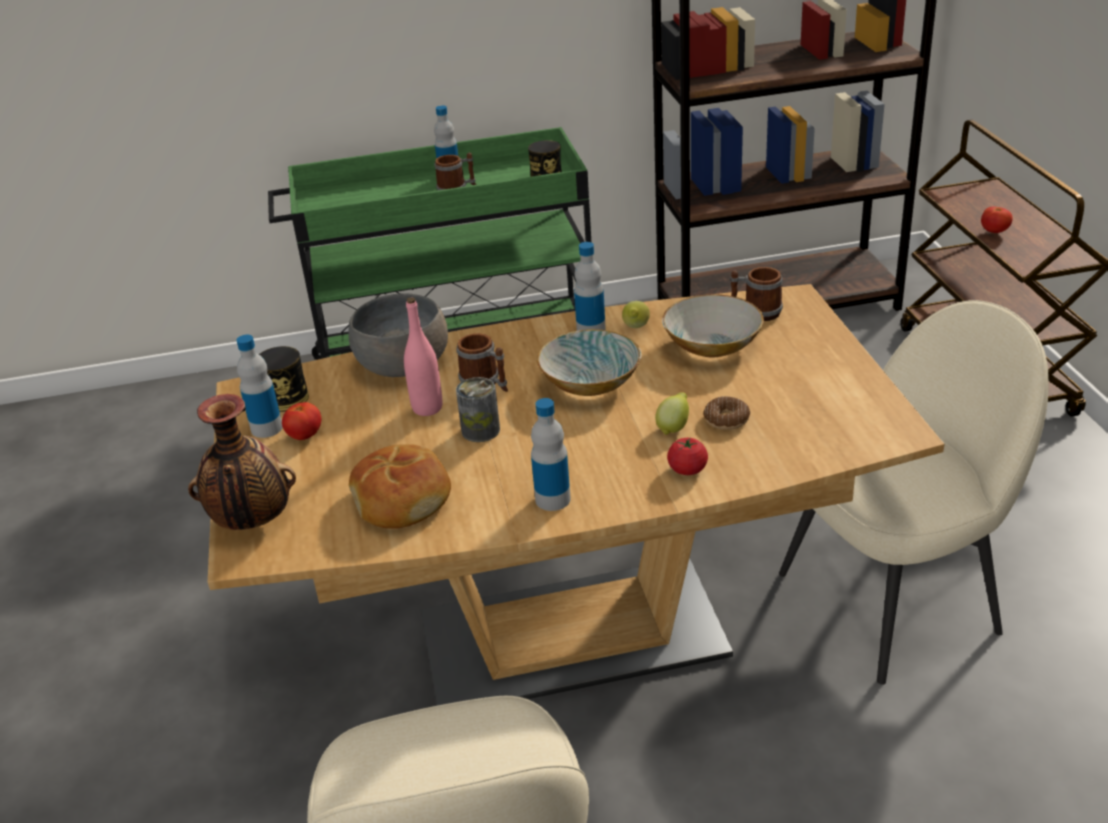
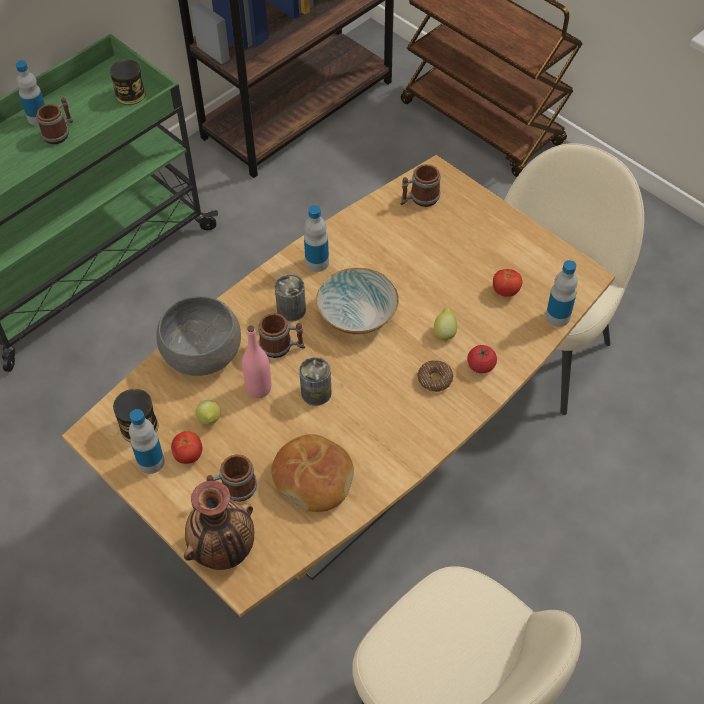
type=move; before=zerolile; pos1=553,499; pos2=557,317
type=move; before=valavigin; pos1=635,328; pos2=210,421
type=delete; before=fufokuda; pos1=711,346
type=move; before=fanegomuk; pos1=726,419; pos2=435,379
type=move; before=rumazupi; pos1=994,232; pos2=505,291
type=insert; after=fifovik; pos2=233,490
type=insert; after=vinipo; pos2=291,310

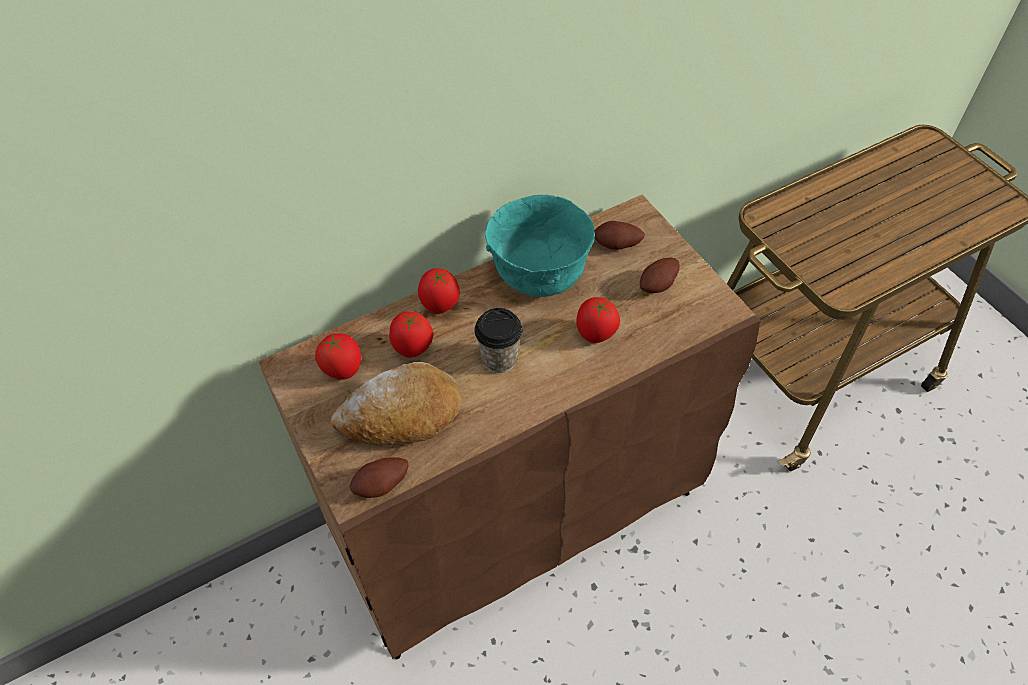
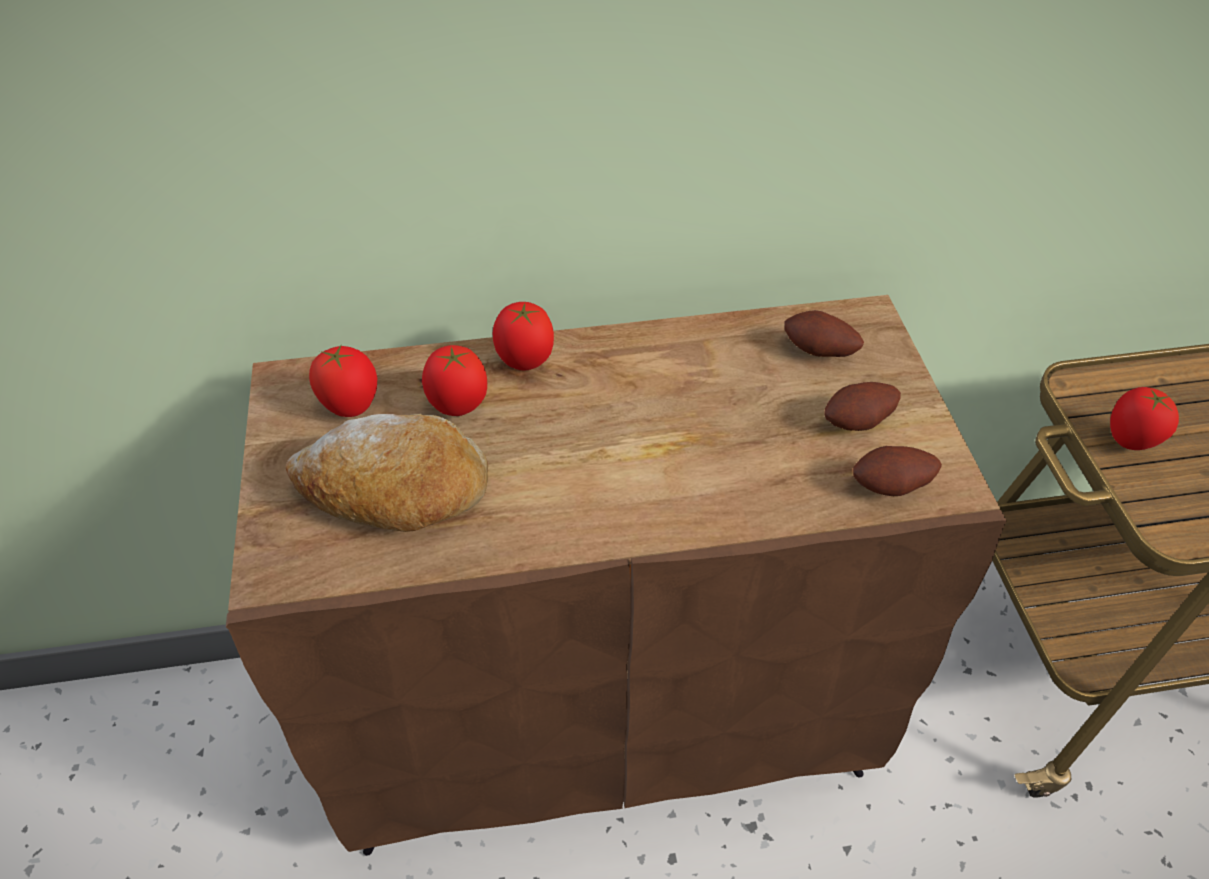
type=move; before=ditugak; pos1=382,486; pos2=892,487
type=delete; before=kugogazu; pos1=499,358
type=delete; before=fufokuda (turquoise); pos1=539,277
type=move; before=rumazupi; pos1=595,335; pos2=1129,441

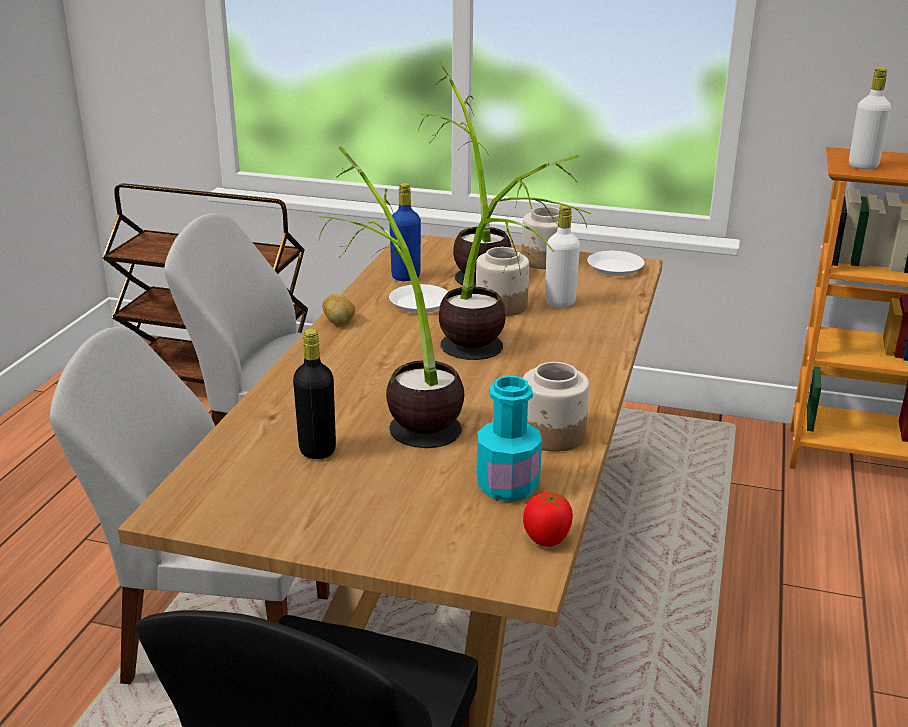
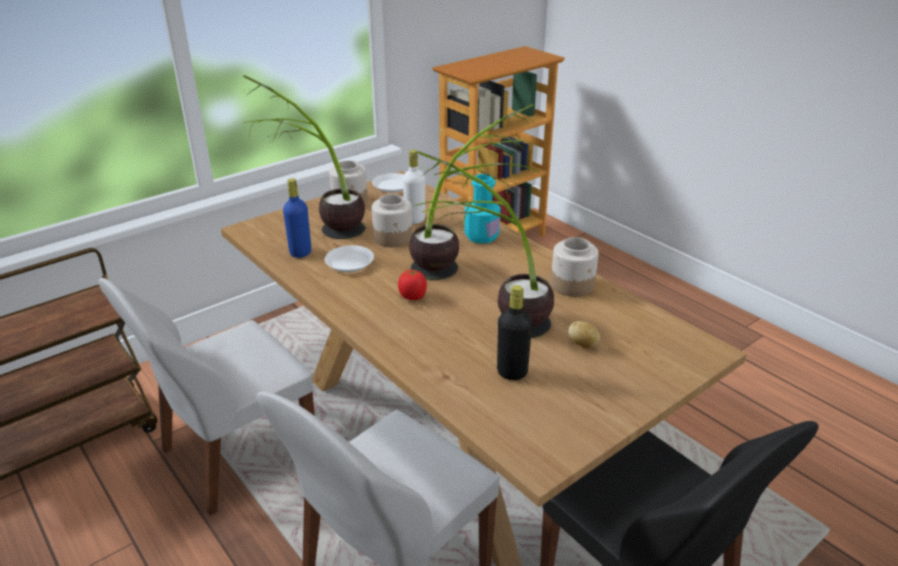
type=move; before=ditugak; pos1=339,322; pos2=583,345
type=move; before=zerolile (turquoise); pos1=507,486; pos2=481,236
type=move; before=rumazupi; pos1=546,539; pos2=413,296
type=delete; before=zerolile (white); pos1=863,166

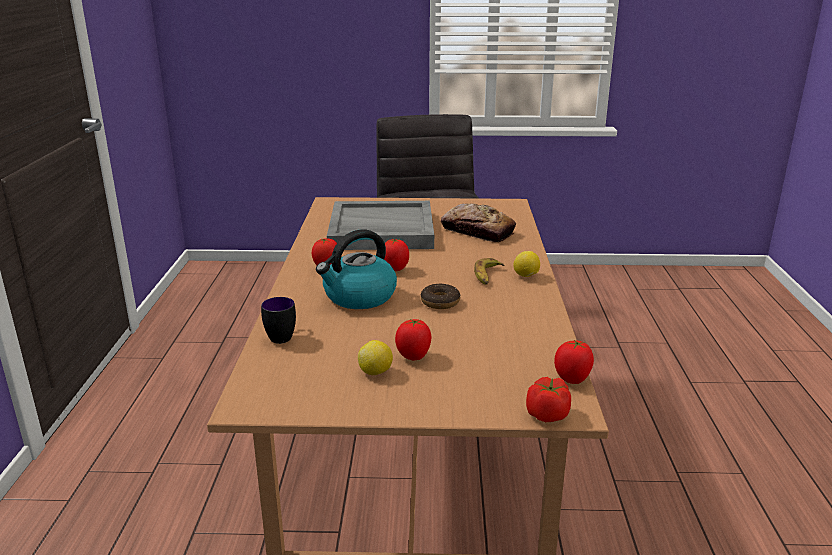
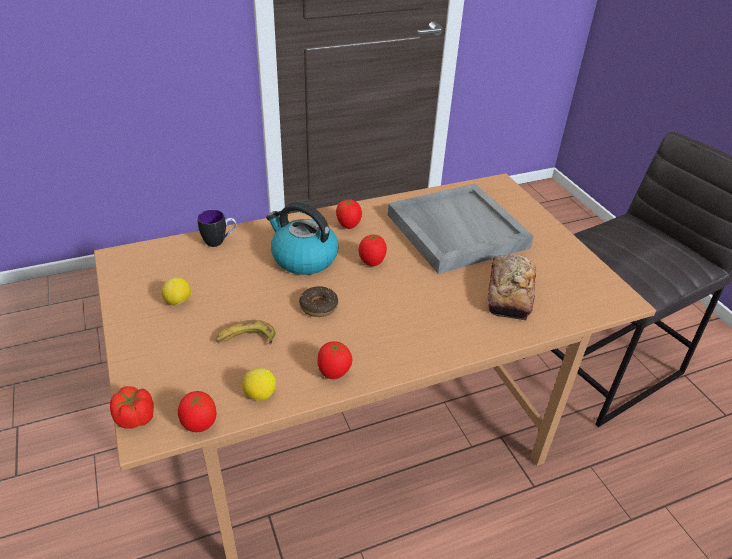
type=move; before=rumazupi; pos1=413,357; pos2=334,373
type=move; before=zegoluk; pos1=487,276; pos2=246,339
type=move; before=valavigin; pos1=526,276; pos2=260,395

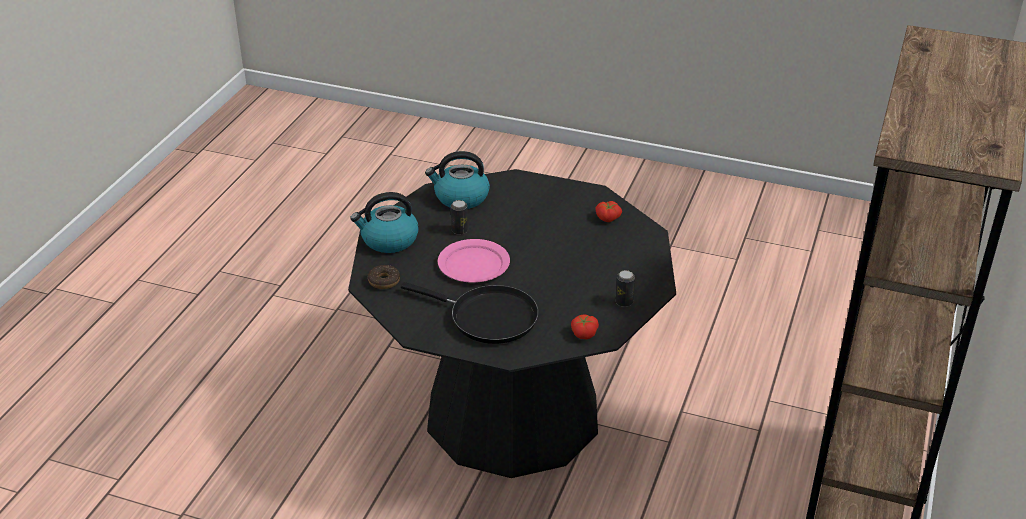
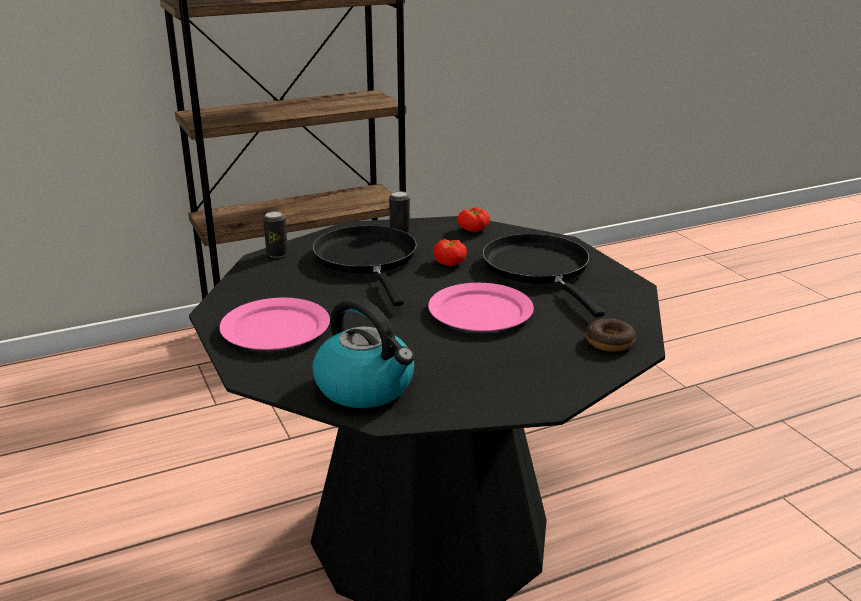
type=delete; before=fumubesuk; pos1=388,240
type=move; before=vinipo; pos1=459,230; pos2=277,254
type=move; before=rumazupi; pos1=607,219; pos2=451,263
type=insert; after=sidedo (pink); pos2=274,329
type=insert; after=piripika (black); pos2=367,260

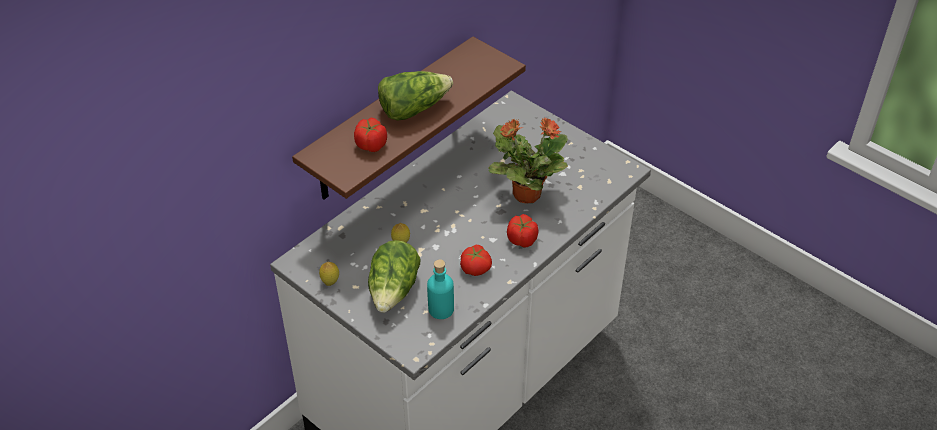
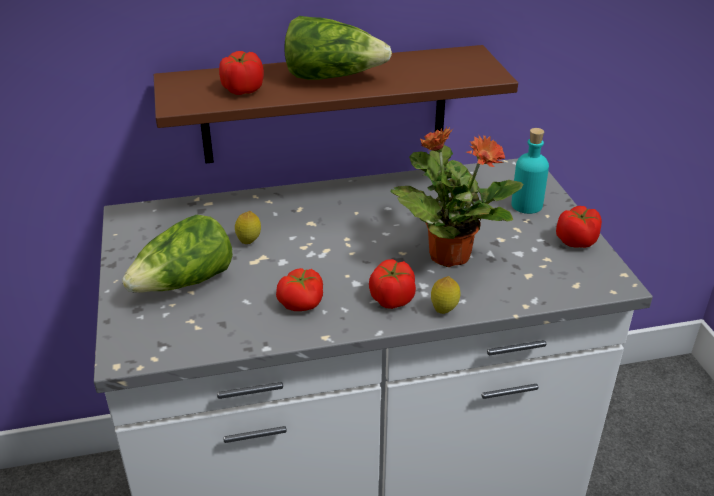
type=move; before=valavigin; pos1=330,282; pos2=444,311
type=move; before=zerolile (turquoise); pos1=441,309; pos2=526,205
type=insert; after=rumazupi; pos2=576,241

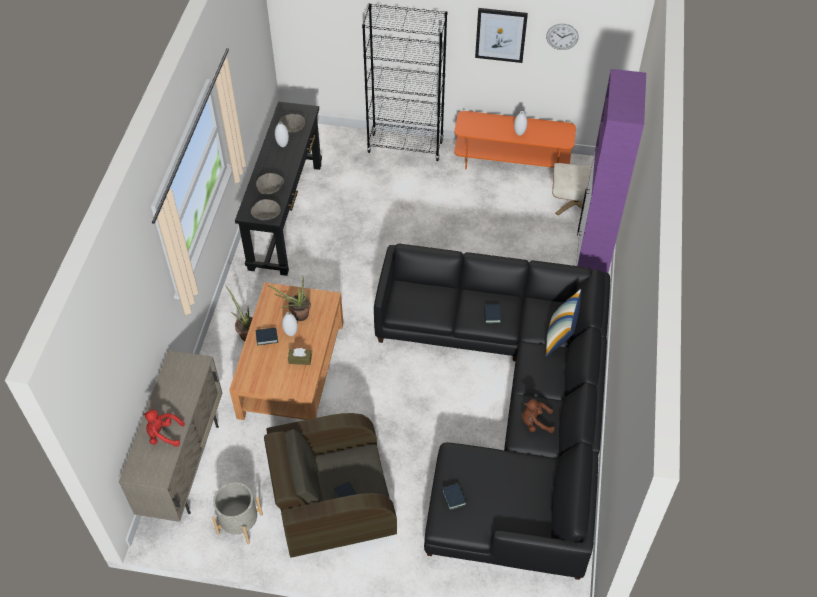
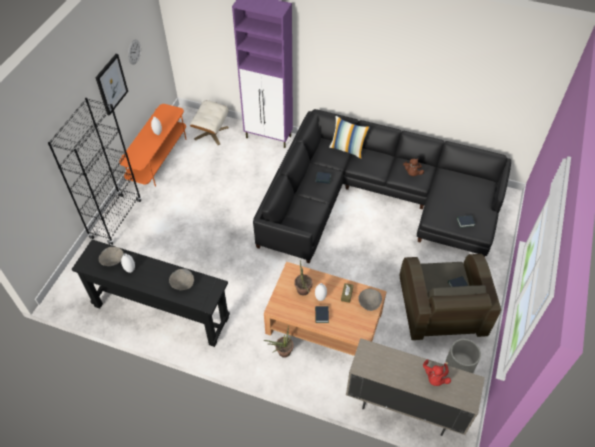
type=move; before=fufokuda (grey); pos1=266,216; pos2=369,303

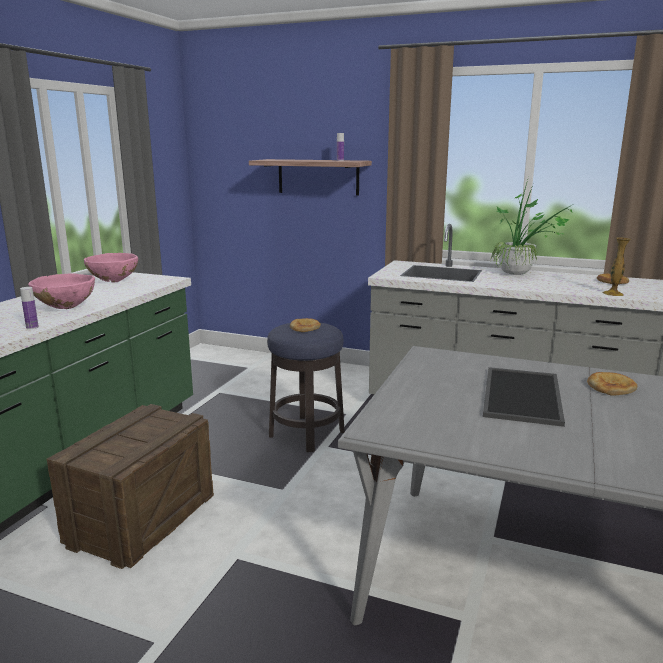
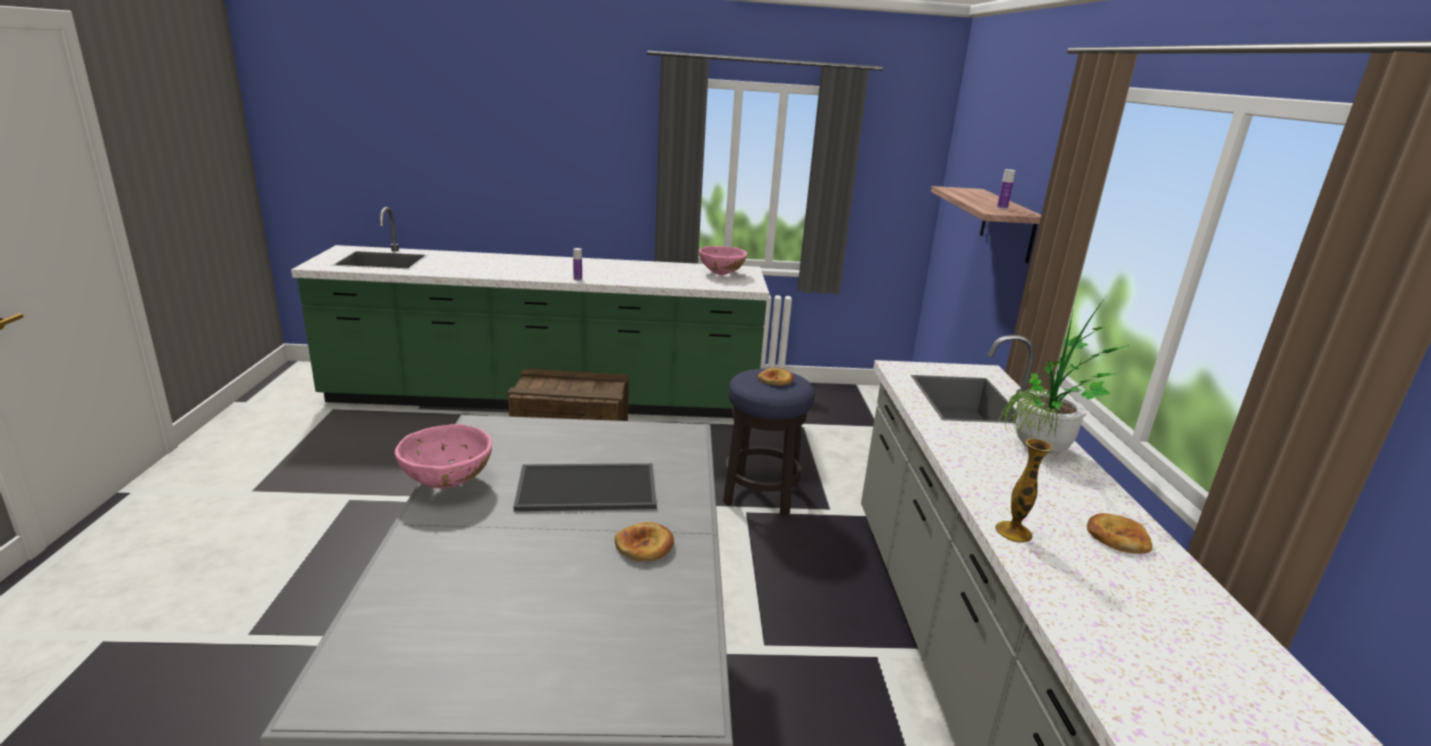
type=move; before=fufokuda (pink); pos1=66,308; pos2=448,482

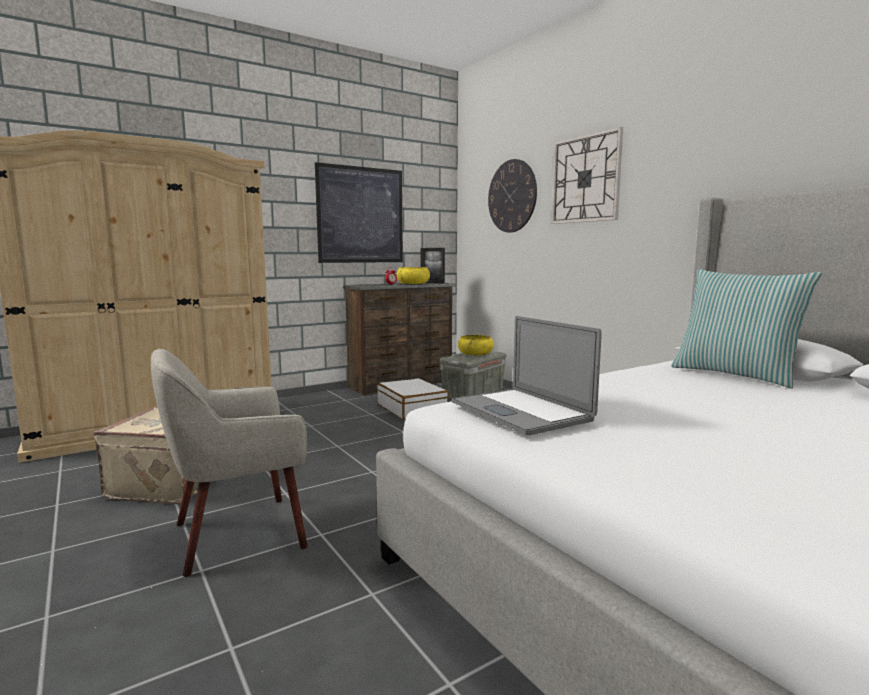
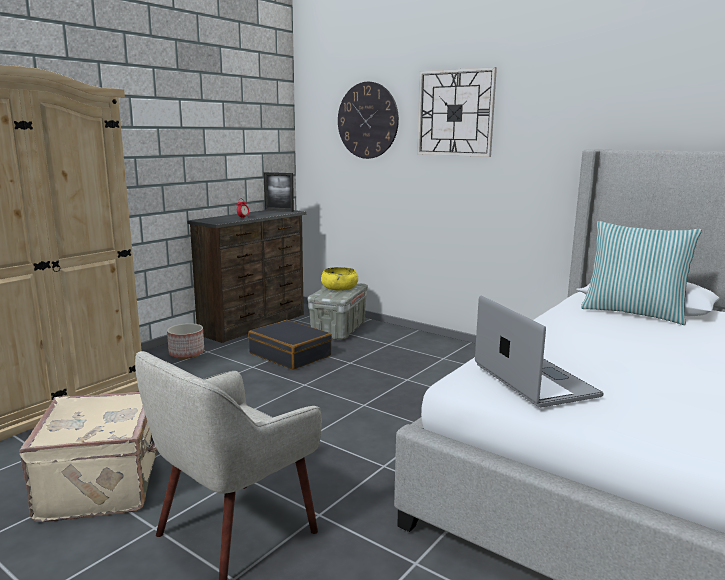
type=delete; before=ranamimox; pos1=360,215
type=recolor; before=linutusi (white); after=linutusi (black); pos1=412,409; pos2=290,355
type=delete; before=fufokuda (yellow); pos1=413,283
type=rotate; before=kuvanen; pos1=520,411; pos2=534,380; turn=-150
type=insert; after=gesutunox; pos2=187,353

